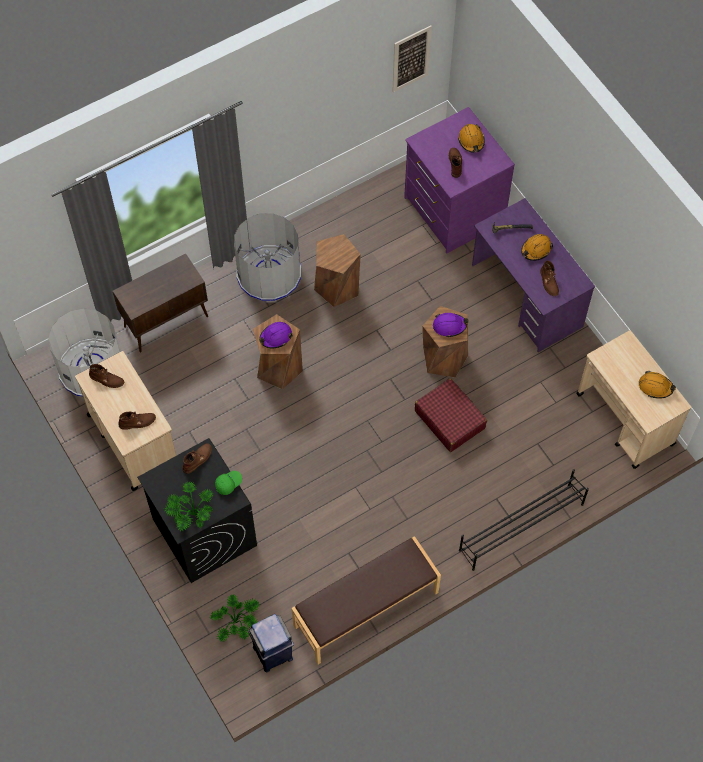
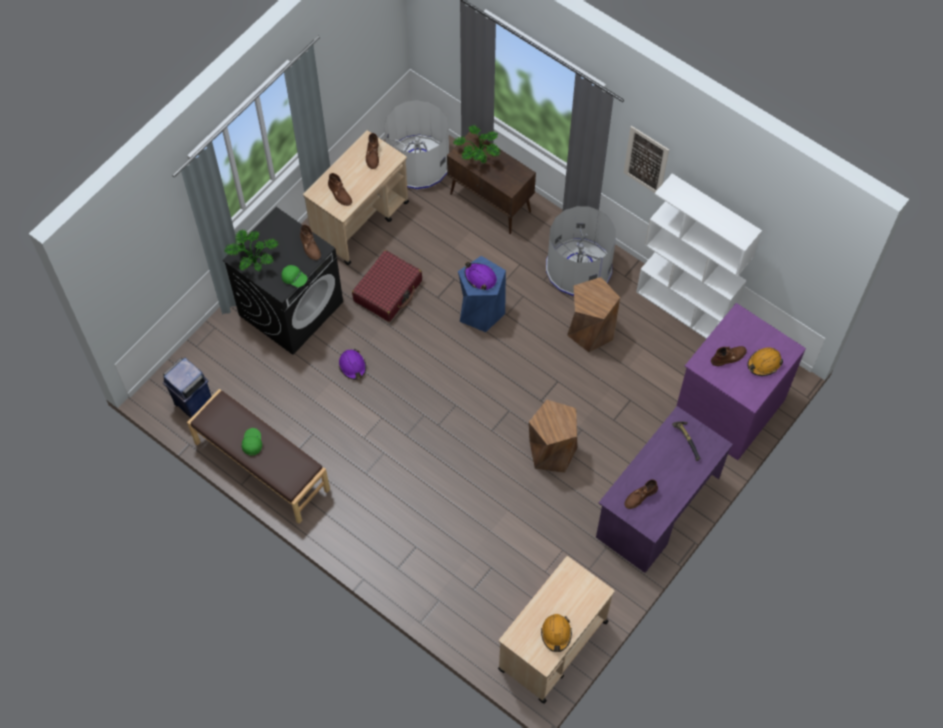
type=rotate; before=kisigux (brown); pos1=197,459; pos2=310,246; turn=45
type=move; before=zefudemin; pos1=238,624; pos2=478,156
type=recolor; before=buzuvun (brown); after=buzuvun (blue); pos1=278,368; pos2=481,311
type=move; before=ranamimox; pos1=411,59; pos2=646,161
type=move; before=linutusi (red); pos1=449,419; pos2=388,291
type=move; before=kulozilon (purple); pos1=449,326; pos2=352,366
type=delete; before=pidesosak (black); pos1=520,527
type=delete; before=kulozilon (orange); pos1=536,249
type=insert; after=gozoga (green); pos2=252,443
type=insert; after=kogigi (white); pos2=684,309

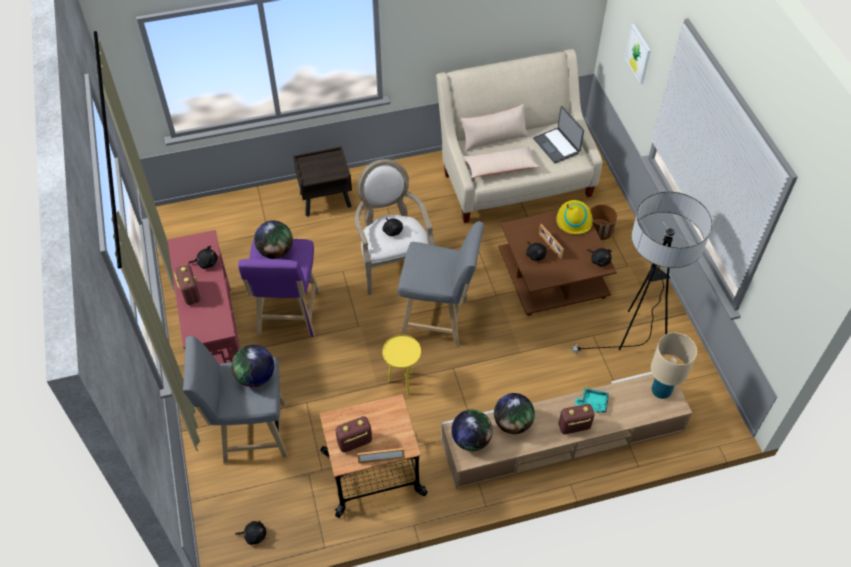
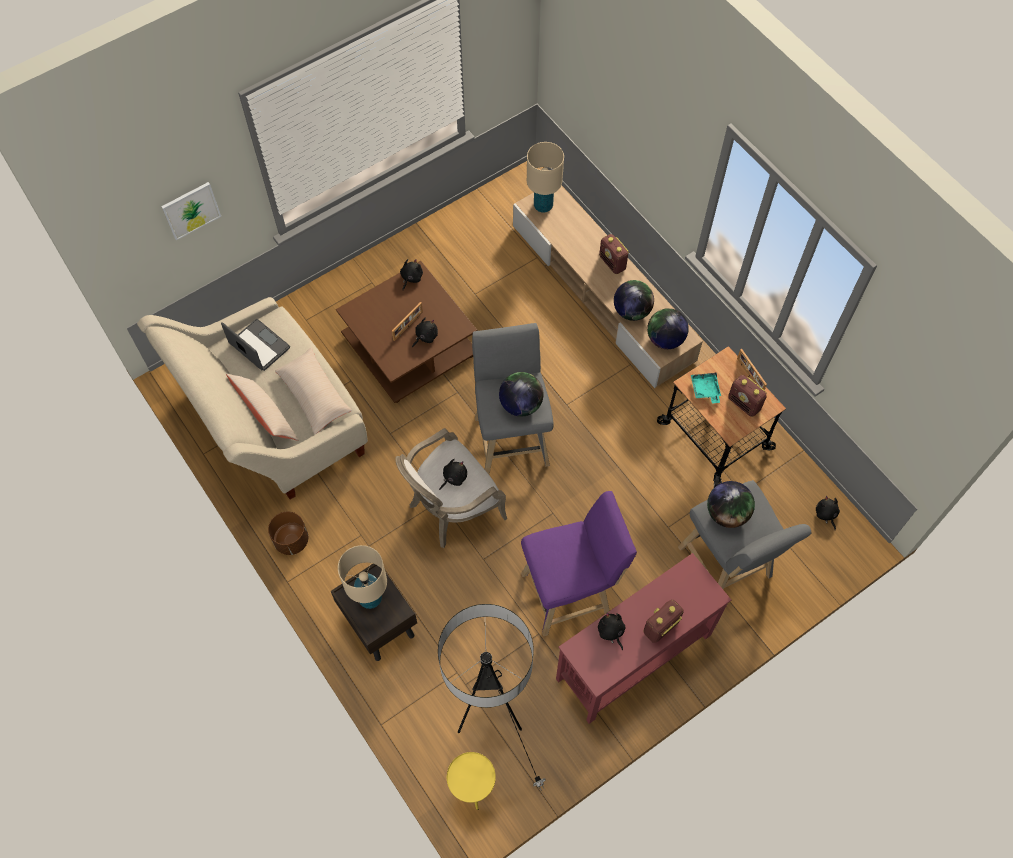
type=move; before=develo; pos1=275,251; pos2=520,404
type=move; before=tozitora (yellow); pos1=402,383; pos2=473,790
type=rotate; before=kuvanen; pos1=557,146; pos2=258,346; turn=-90
type=delete; before=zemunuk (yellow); pos1=574,219
type=move; before=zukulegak; pos1=634,337; pos2=491,717
type=move; before=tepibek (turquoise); pos1=592,403; pos2=705,390
type=move; before=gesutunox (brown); pos1=599,232; pos2=291,540
type=insert; after=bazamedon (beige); pos2=370,598

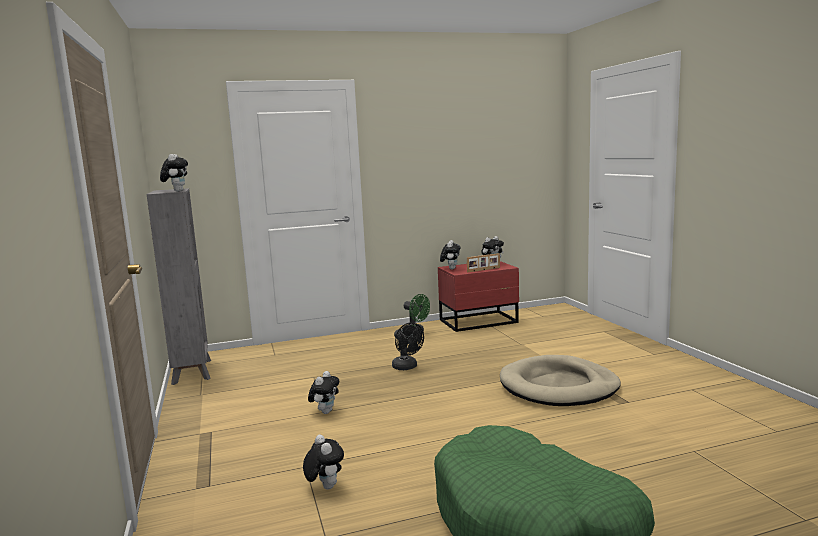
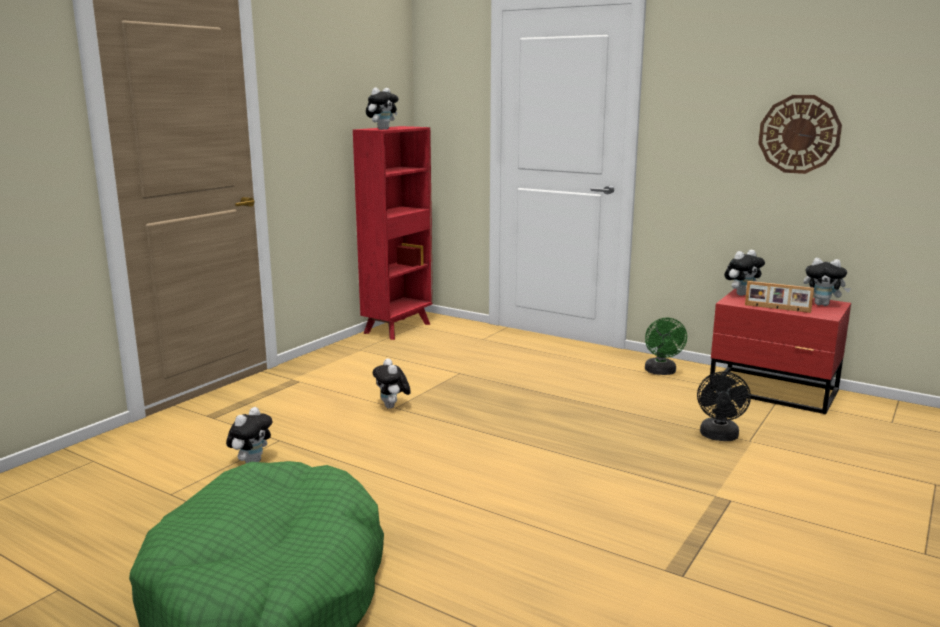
type=recolor; before=kogigi (grey); after=kogigi (red); pos1=192,371; pos2=398,328
type=rotate; before=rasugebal; pos1=325,411; pos2=392,407; turn=90
type=move; before=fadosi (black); pos1=407,367; pos2=719,437
type=delete; before=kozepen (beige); pos1=558,386
type=insert; after=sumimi; pos2=799,134

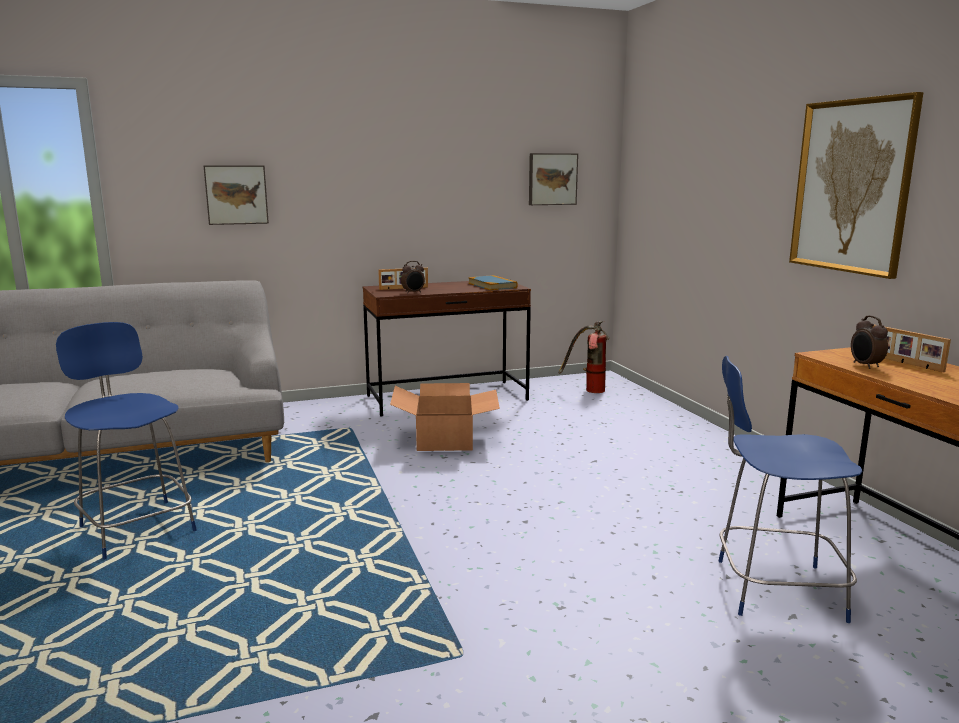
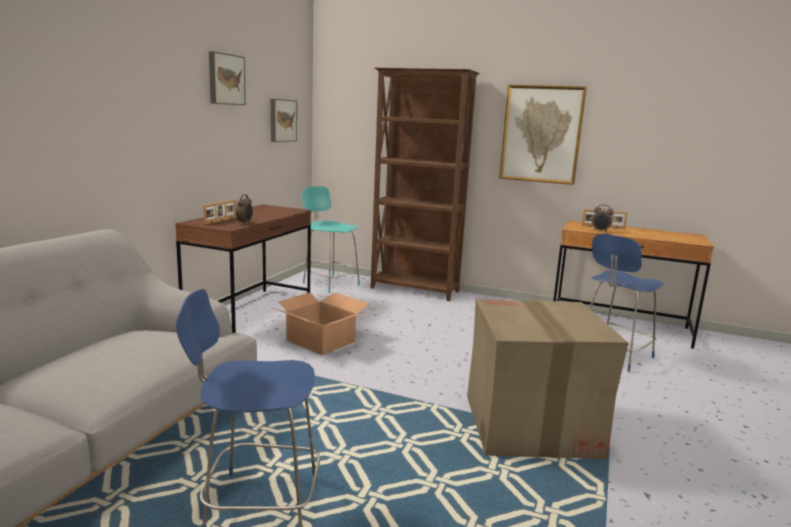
type=move; before=ranamimox; pos1=236,194; pos2=225,79
type=delete; before=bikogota; pos1=492,285
type=replace; before=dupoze; after=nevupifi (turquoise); pos1=588,391; pos2=330,283
type=insert; after=kogigi (brown); pos2=415,290
type=insert; after=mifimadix; pos2=531,425

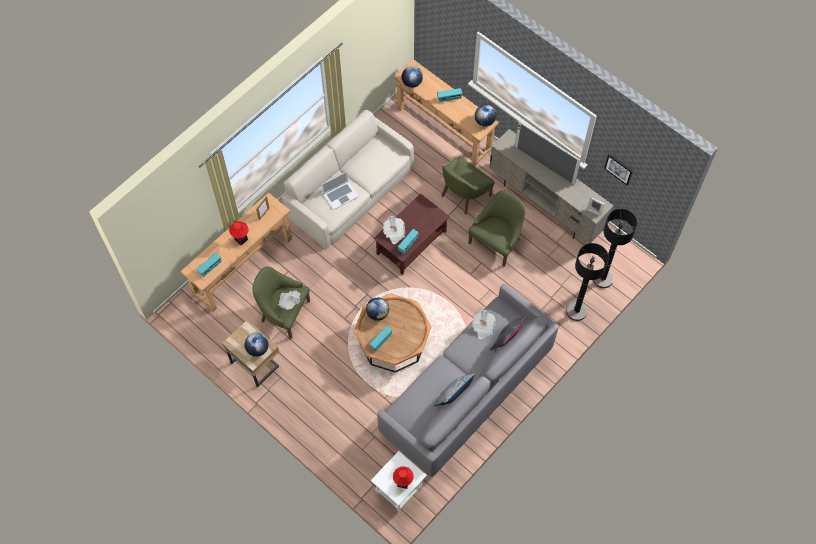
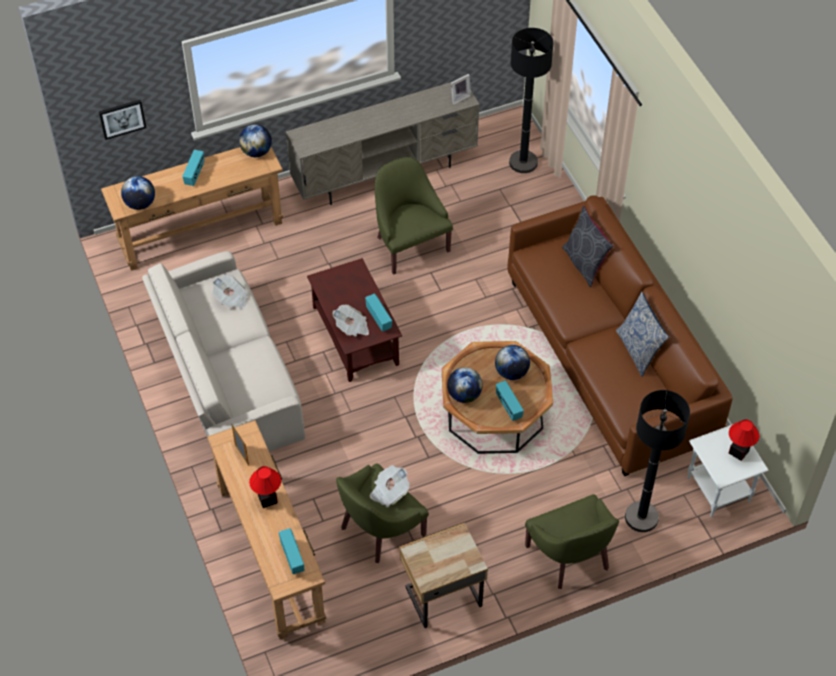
type=move; before=develo; pos1=257,349; pos2=511,372
type=delete; before=kuvanen; pos1=340,195
type=recolor; before=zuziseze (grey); after=zuziseze (brown); pos1=467,391; pos2=609,360
type=move; before=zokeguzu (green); pos1=463,194; pos2=571,556
type=move; before=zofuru; pos1=483,327; pos2=231,298
type=delete; before=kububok; pos1=544,165
type=move; before=zukulegak (black); pos1=576,311; pos2=641,517
type=move; before=ranamimox; pos1=619,169; pos2=122,118

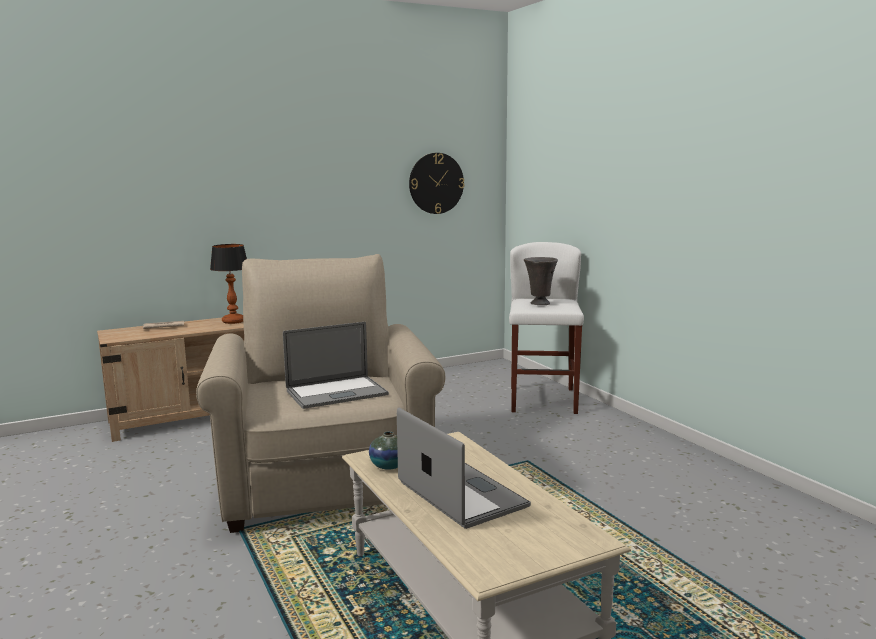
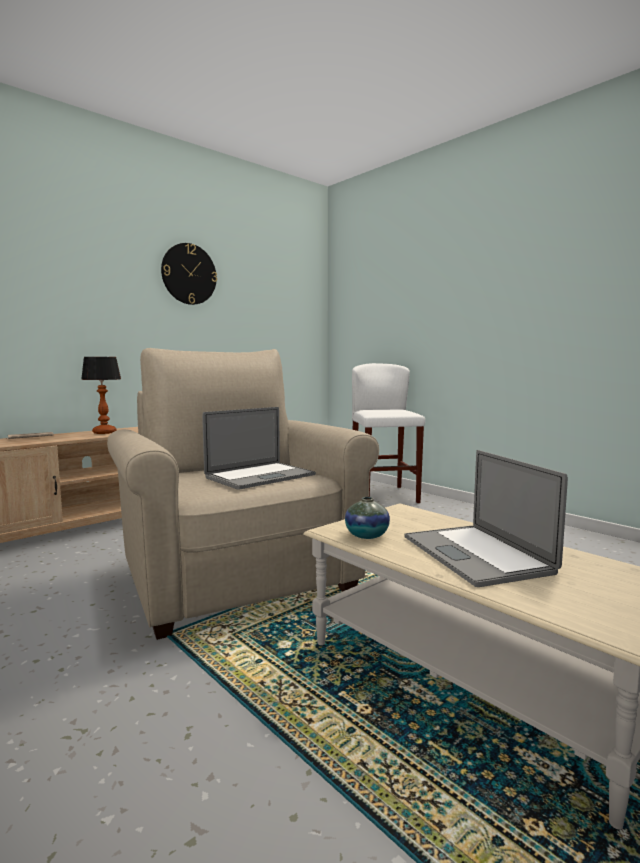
type=rotate; before=kuvanen; pos1=461,494; pos2=475,554; turn=-150
type=move; before=sumimi; pos1=436,183; pos2=189,274
type=delete; before=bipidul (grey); pos1=539,304

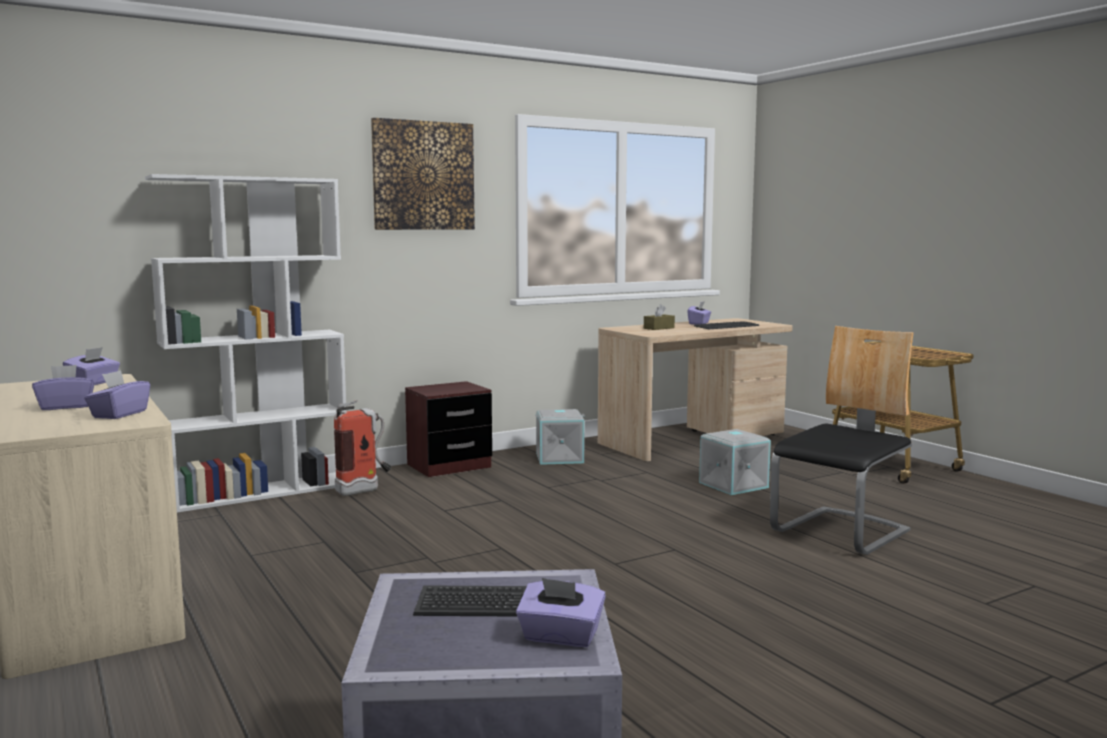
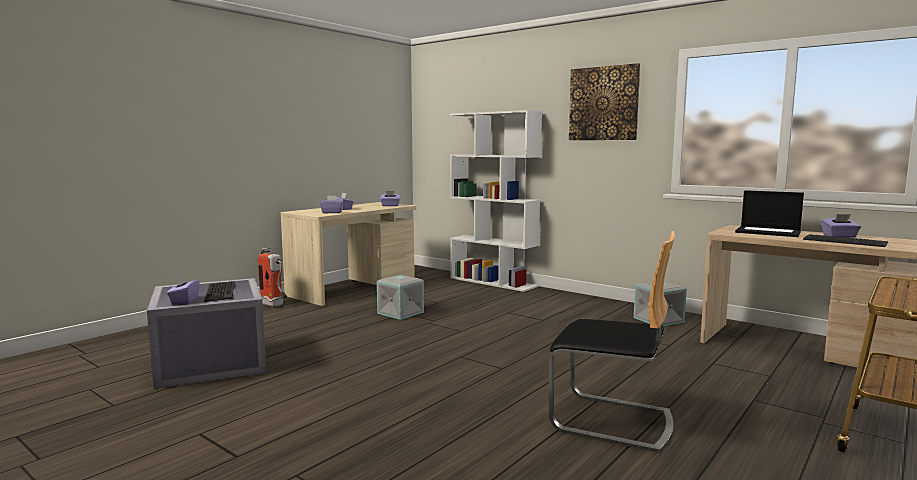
type=move; before=dupoze; pos1=364,490; pos2=274,306
type=delete; before=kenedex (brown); pos1=449,466
type=replace; before=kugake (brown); after=kuvanen; pos1=659,328; pos2=768,232
type=move; before=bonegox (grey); pos1=733,484; pos2=401,312

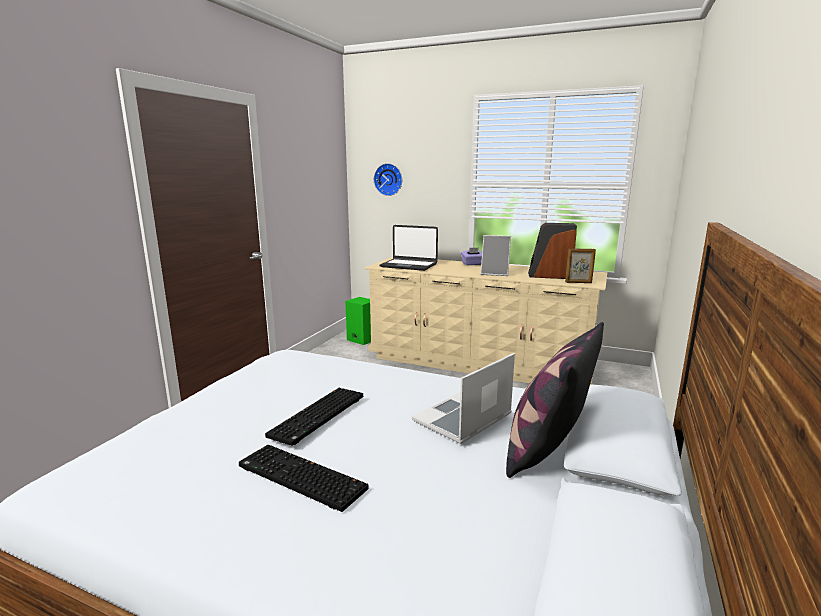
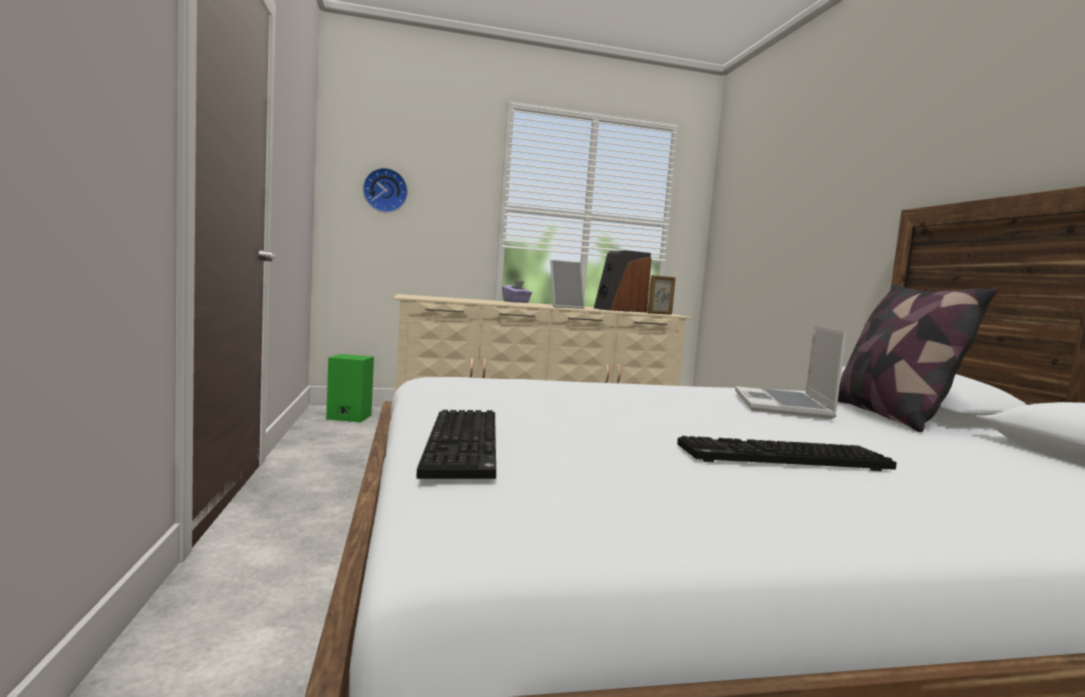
type=move; before=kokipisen; pos1=319,417; pos2=466,445
type=delete; before=kuvanen; pos1=409,265

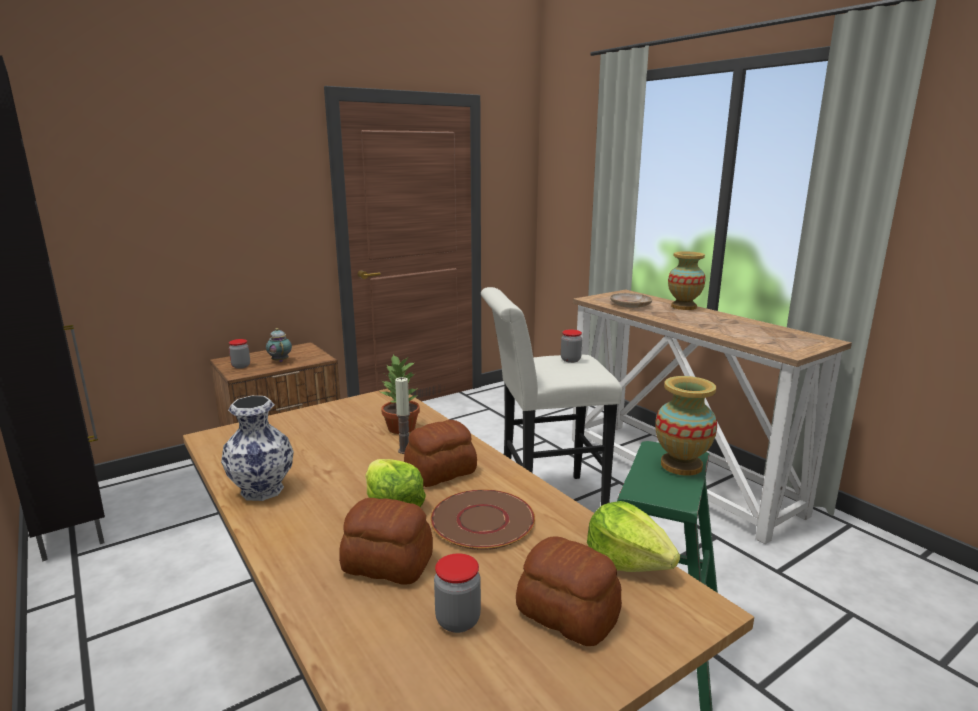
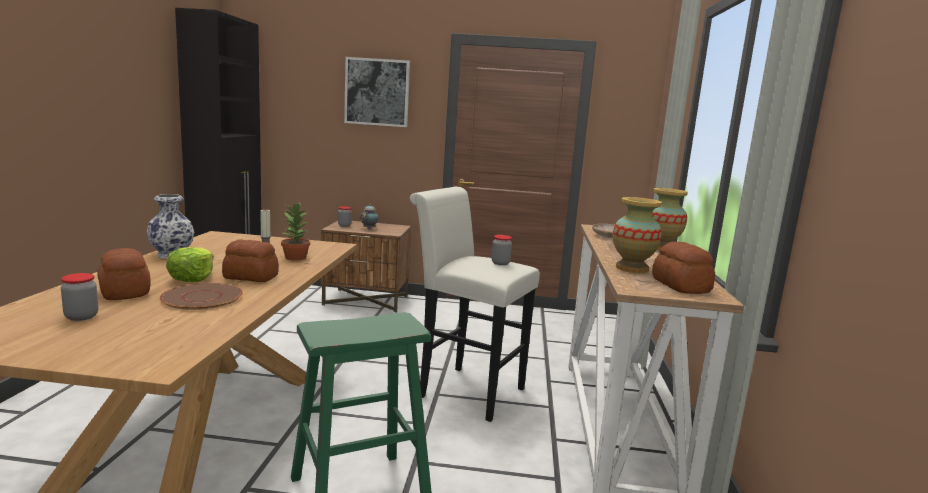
type=move; before=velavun; pos1=567,613; pos2=681,286
type=delete; before=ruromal; pos1=627,560
type=move; before=bipidul; pos1=681,465; pos2=632,268
type=insert; after=ranamimox; pos2=377,92

